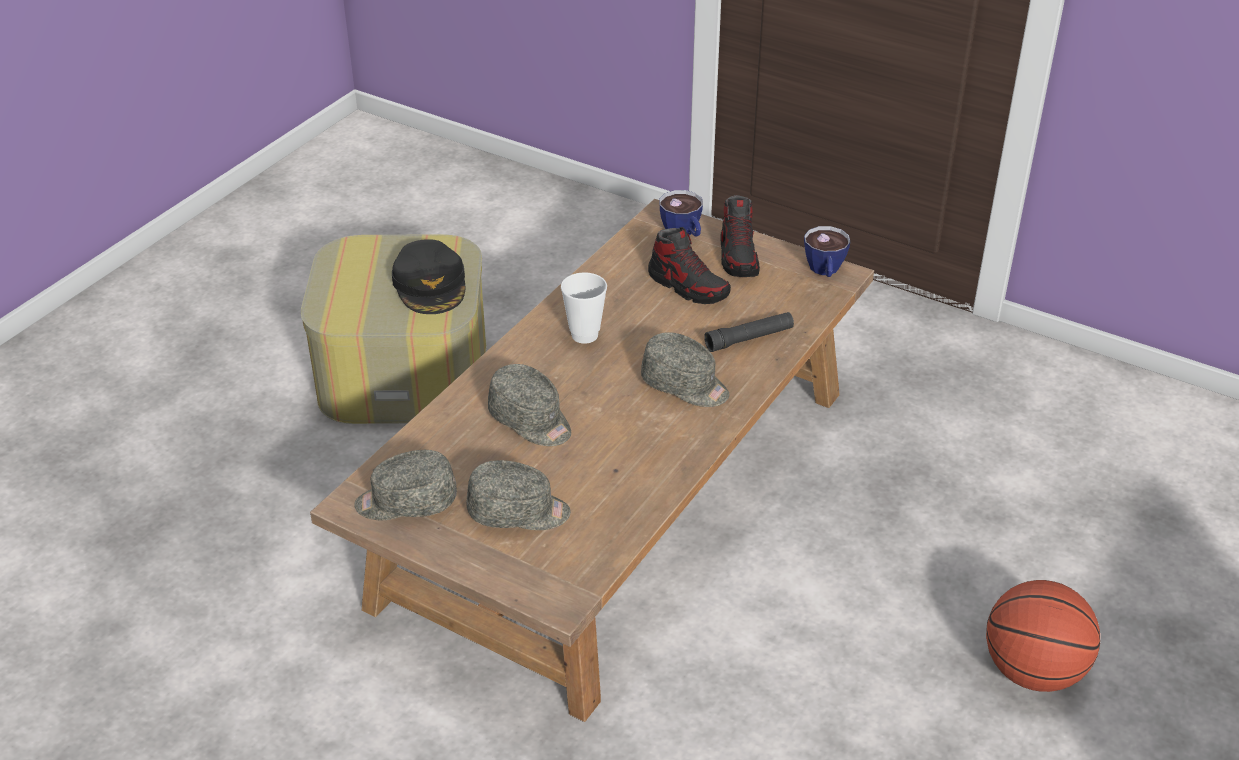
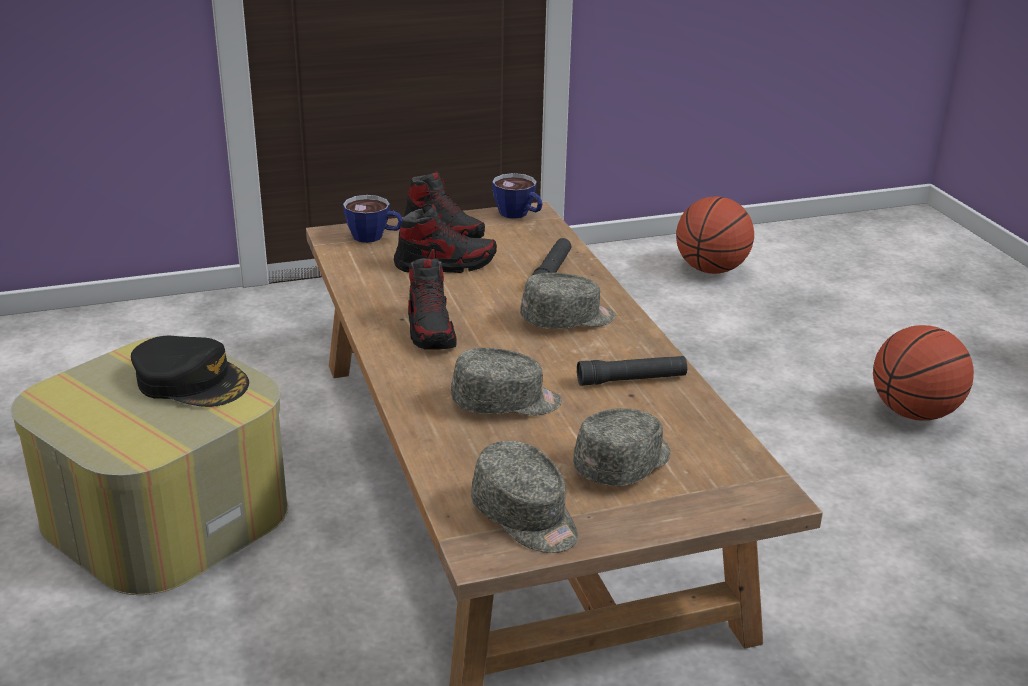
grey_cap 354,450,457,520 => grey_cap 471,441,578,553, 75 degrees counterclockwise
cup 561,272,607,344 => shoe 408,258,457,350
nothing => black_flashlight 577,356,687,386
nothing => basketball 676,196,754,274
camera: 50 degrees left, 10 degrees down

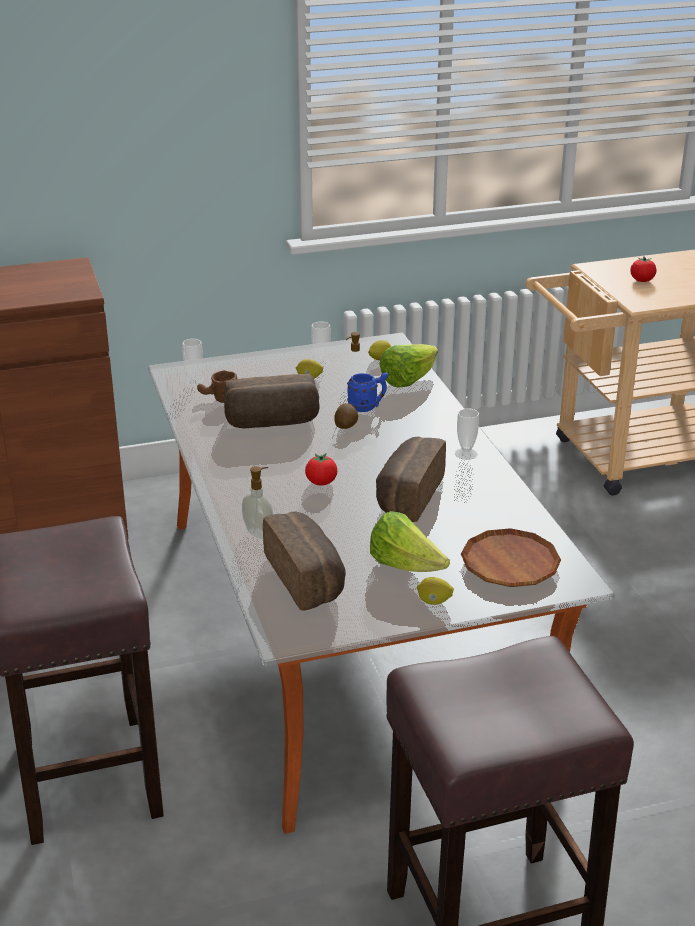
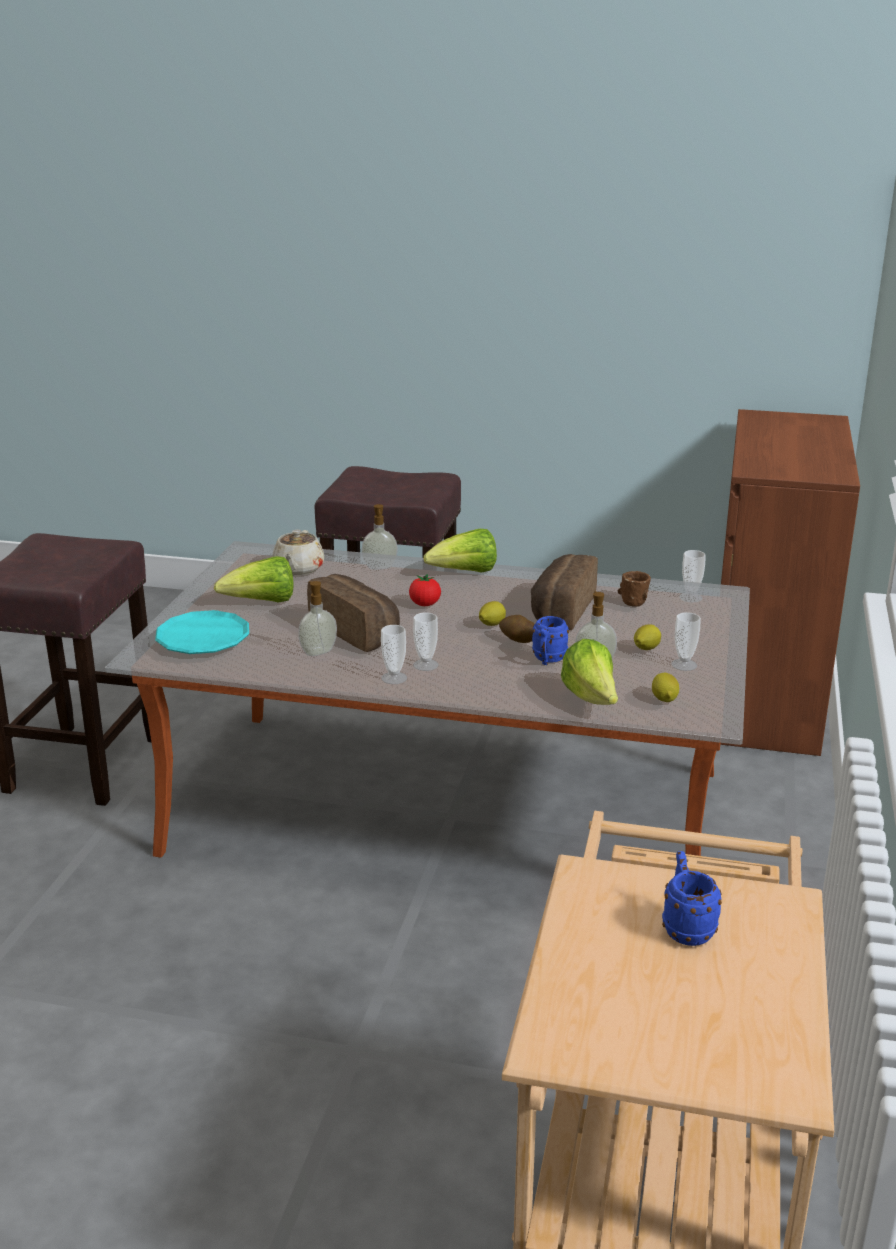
bread 263,511,346,611 => beige_teapot 272,530,324,576
lemon 417,577,454,605 => lemon 479,601,506,626, shifted
brown_plate 461,528,561,587 => turquoise_plate 155,610,249,654
tomato 630,256,657,282 => blue_mug 662,851,722,946
nothing => soap_dispenser 298,581,337,656
nothing => lettuce 424,529,497,573
camera: 120 degrees right, 5 degrees down

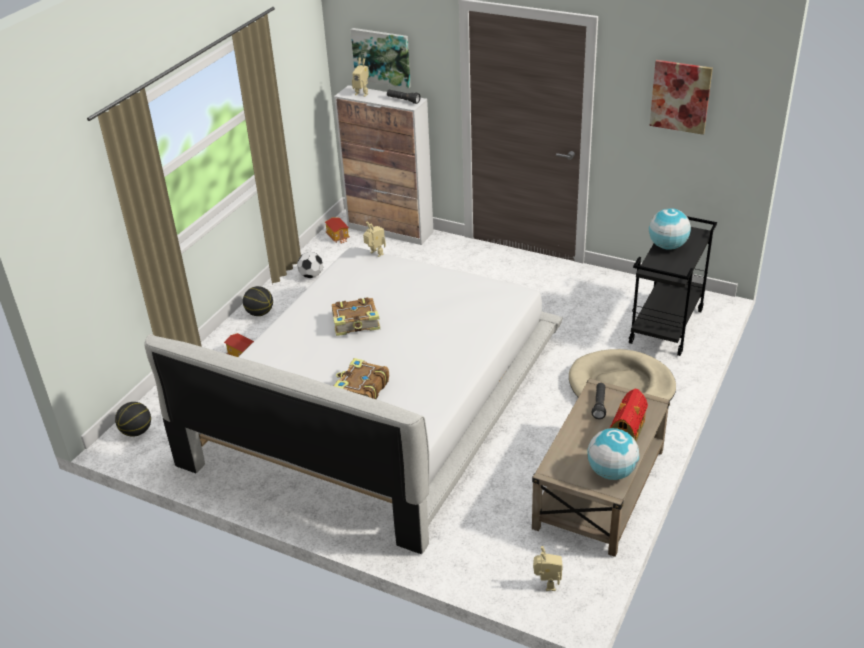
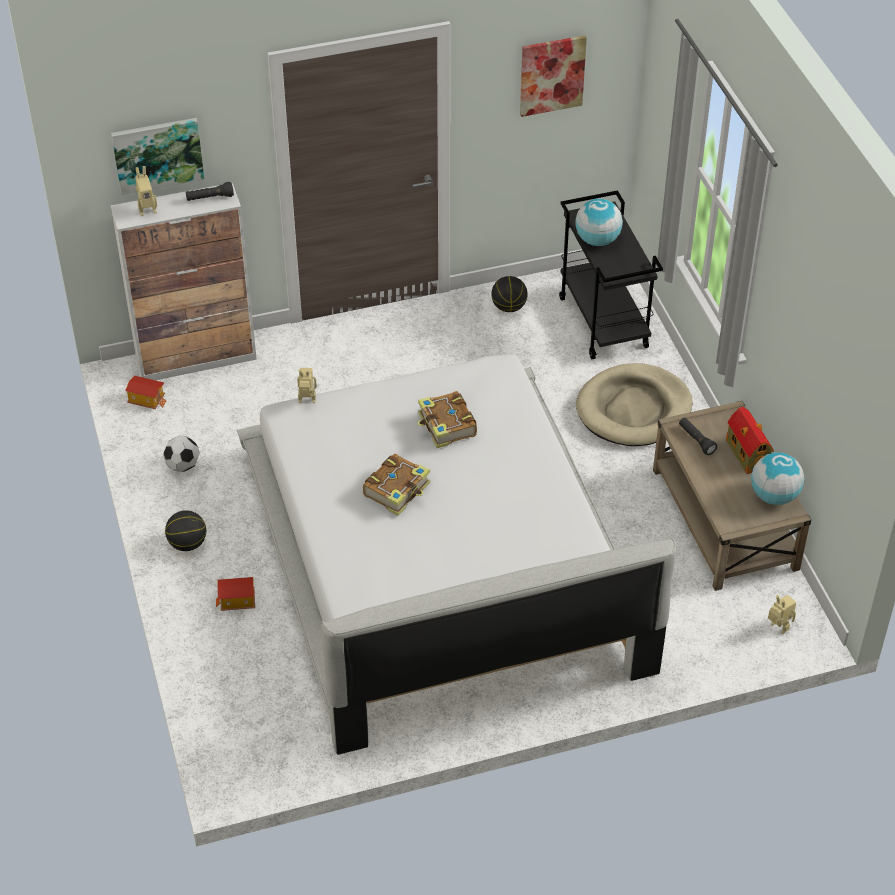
basketball 115,402,151,437 => basketball 491,276,528,312, shifted
book 334,358,389,399 => book 418,391,477,448, shifted
camera: 45 degrees left, 10 degrees up

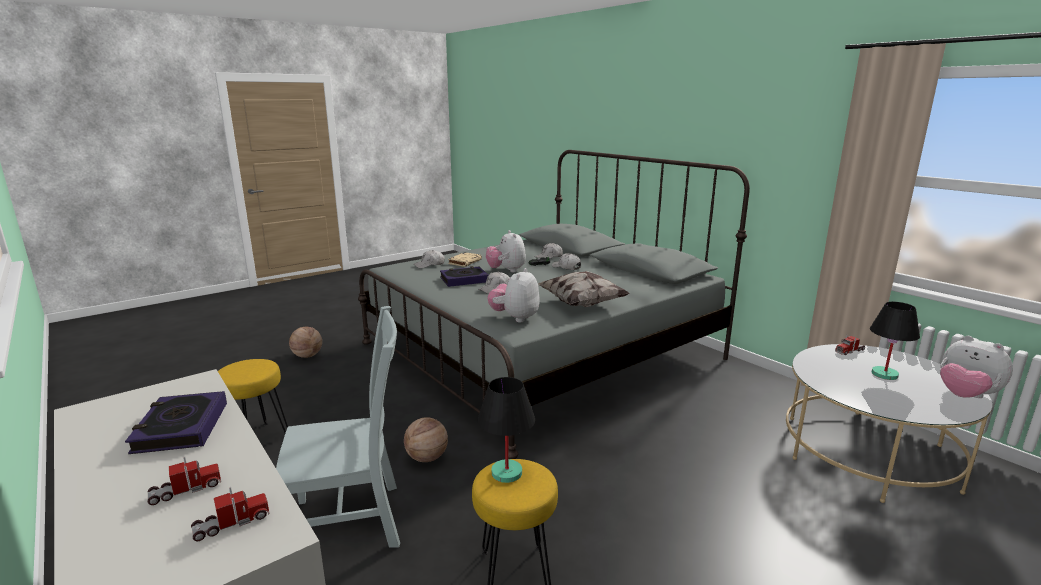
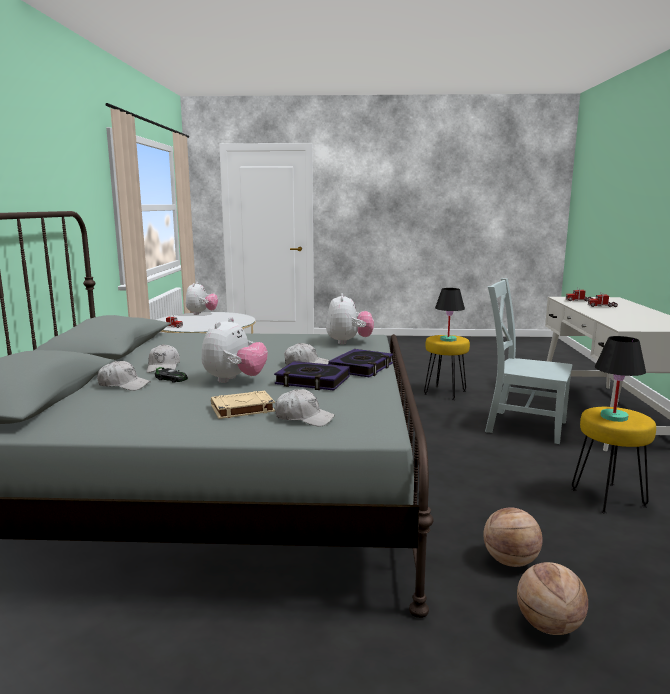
book 125,391,227,454 => book 328,349,393,377, shifted
basketball 404,417,448,462 => basketball 483,507,543,567, shifted
plush_toy 487,268,540,322 => plush_toy 326,293,374,345, 60 degrees counterclockwise
pillow 538,271,630,307 => nothing
black_table_lamp 870,302,920,380 => black_table_lamp 595,336,646,422, shifted
camera: 140 degrees left, 5 degrees down

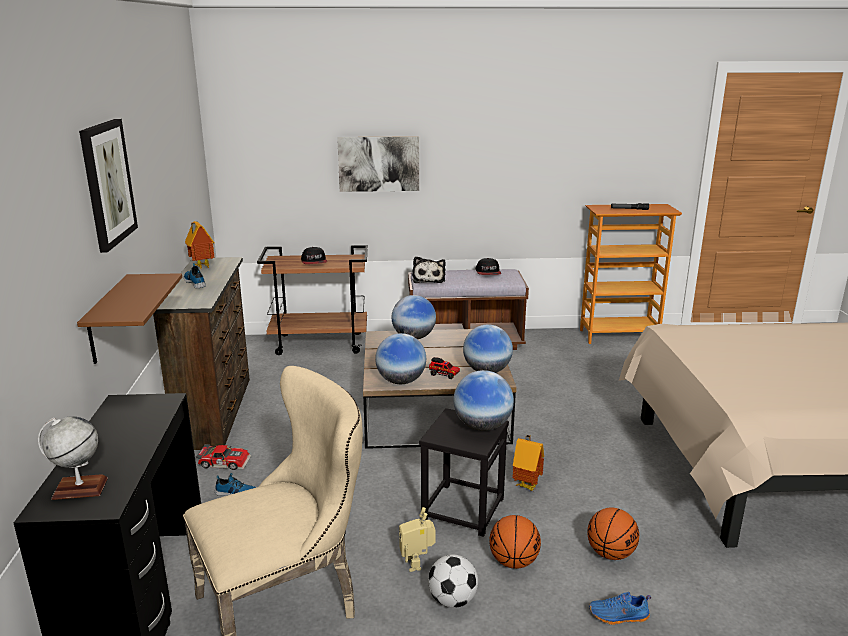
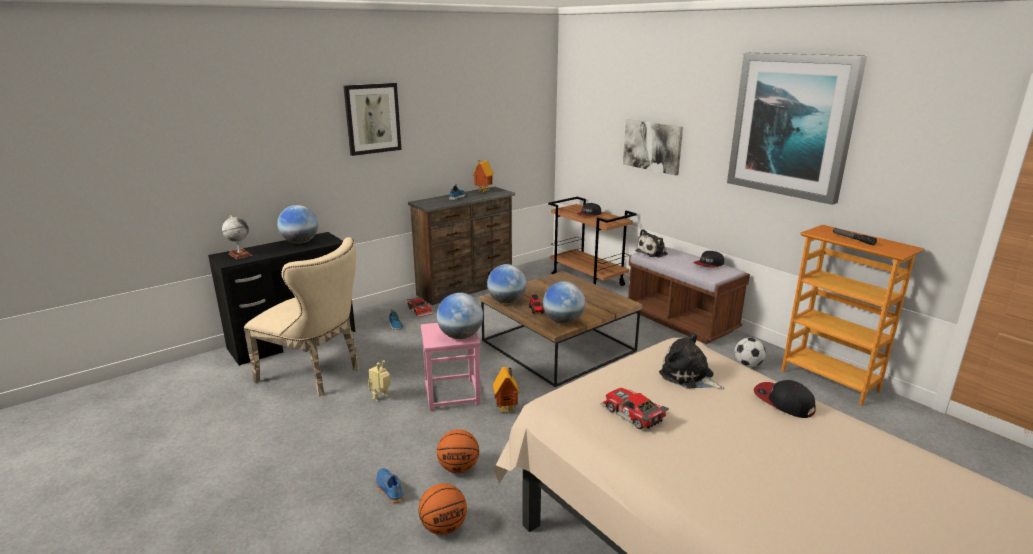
brown_shelf 77,273,182,364 => nothing
globe 392,295,436,339 => globe 277,205,318,244, shifted
black_stool 419,408,509,537 => pink_stool 421,323,481,411
football 428,554,478,608 => football 734,338,766,367, shifted
basketball 489,515,541,569 => basketball 419,483,467,535, shifted
nothing => toy_car 600,388,669,429
nothing => plush_toy 659,332,724,389
nothing => picture 727,53,867,205
nothing => cap 753,380,816,418
camera: 55 degrees right, 0 degrees up

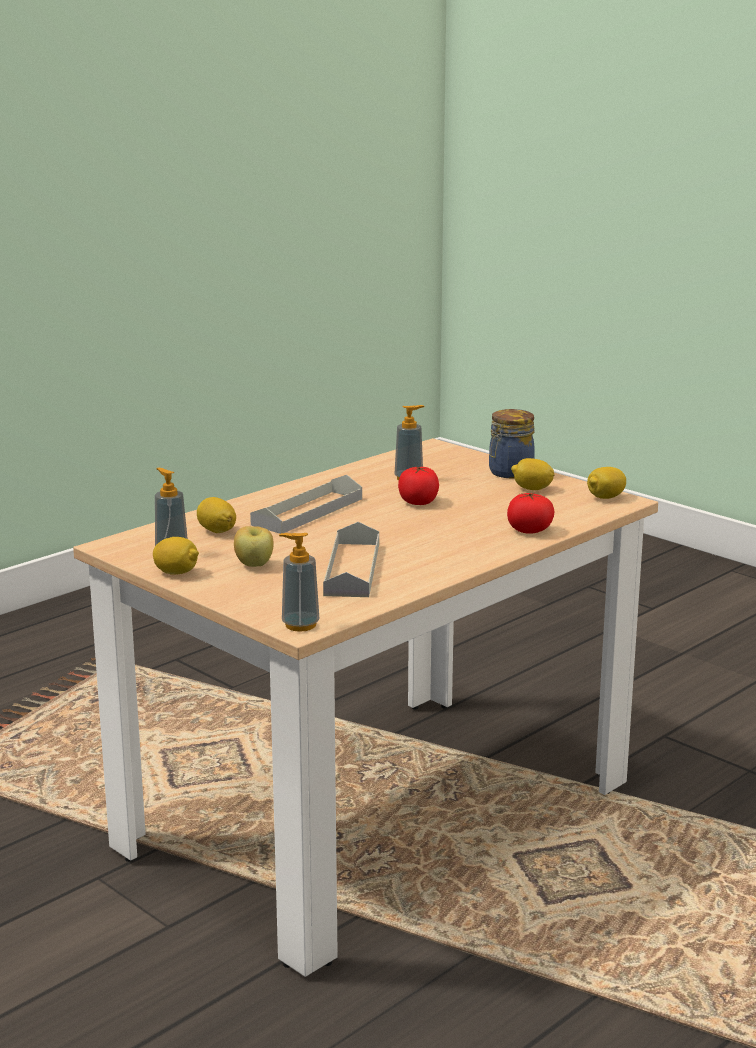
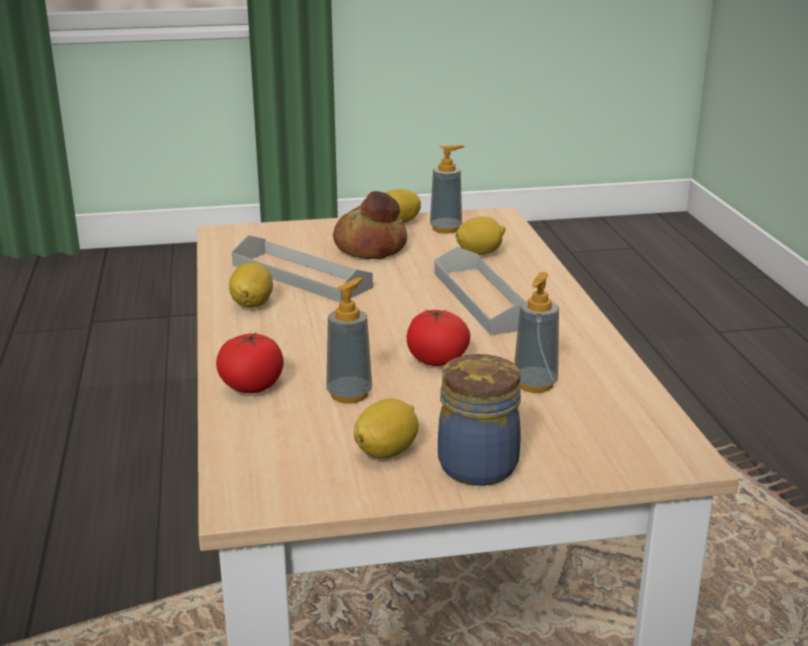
apple 234,526,274,567 => bread 333,191,407,259
soap_dispenser 279,533,320,632 => soap_dispenser 326,278,372,404, shifted
lemon 587,467,626,499 => lemon 229,263,273,308, shifted
camera: 125 degrees right, 5 degrees up

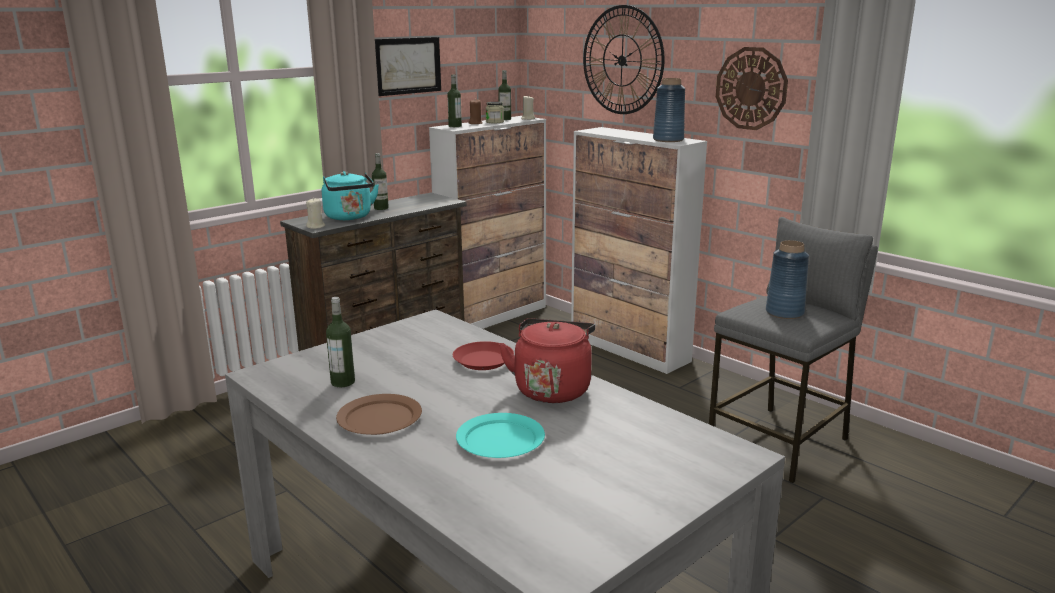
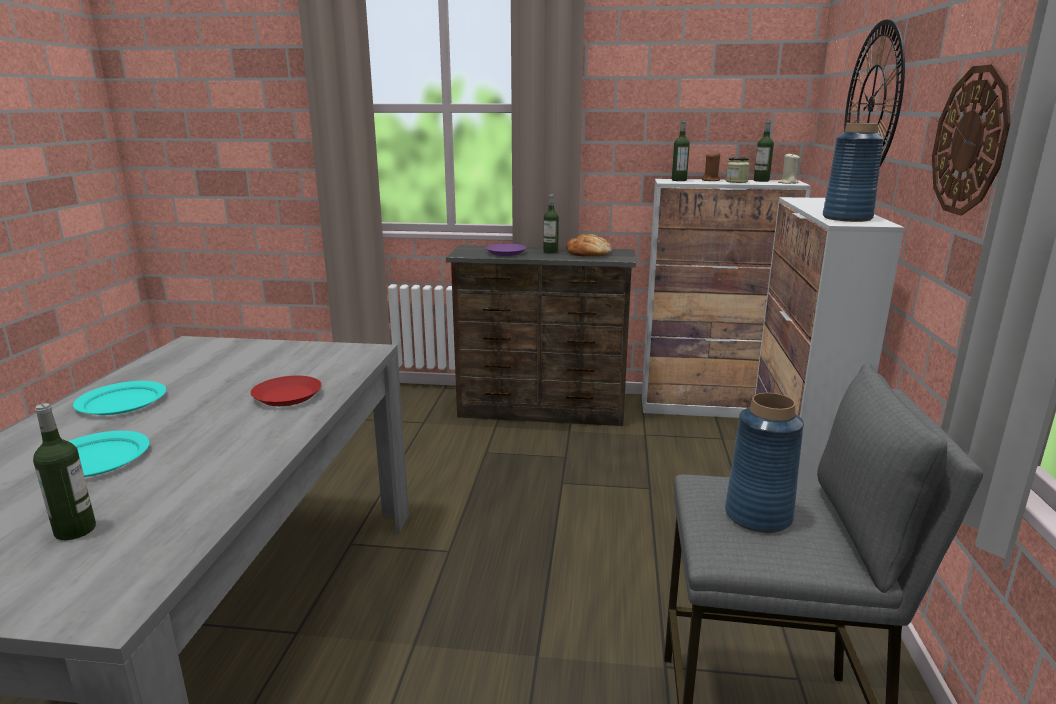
beige_candle 306,198,325,229 => nothing
turquoise_kettle 322,171,379,220 => purple_plate 486,244,527,256
bottle 326,297,355,387 => bottle 33,403,96,540, shifted
brown_plate 336,394,422,435 => turquoise_plate 73,381,166,415
picture 375,37,441,96 => nothing
red_kettle 499,318,595,403 => nothing
nothing => bread 566,234,612,256
camera: 50 degrees right, 0 degrees up

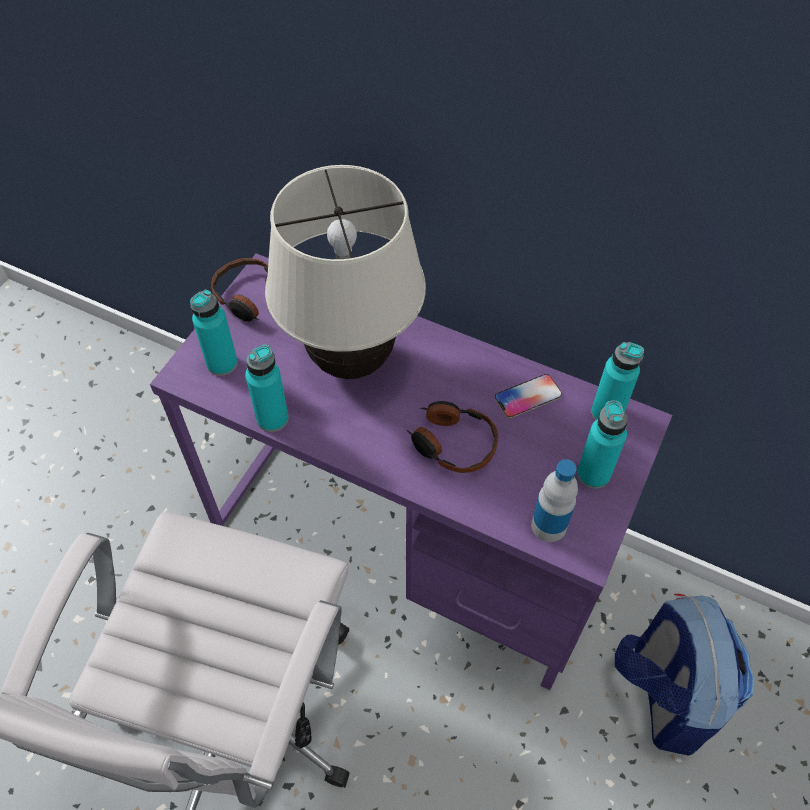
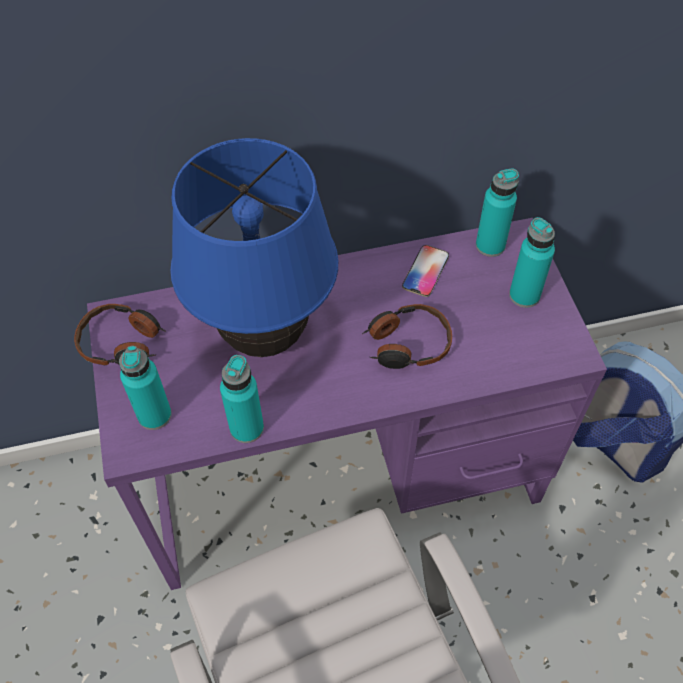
beige_table_lamp 265,165,426,379 => blue_table_lamp 170,138,338,357
bottle 531,459,578,542 => nothing
camera: 40 degrees left, 0 degrees up

